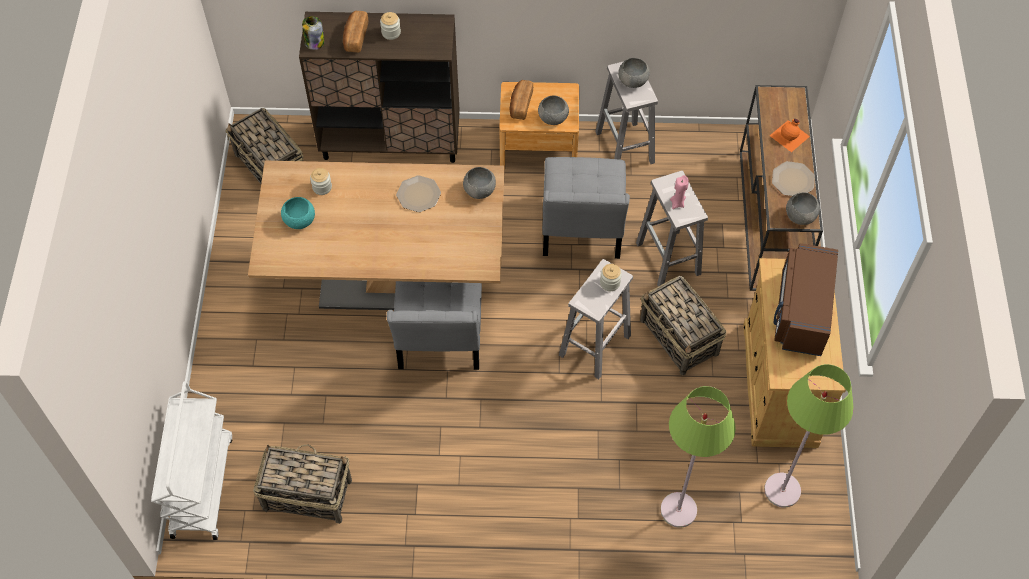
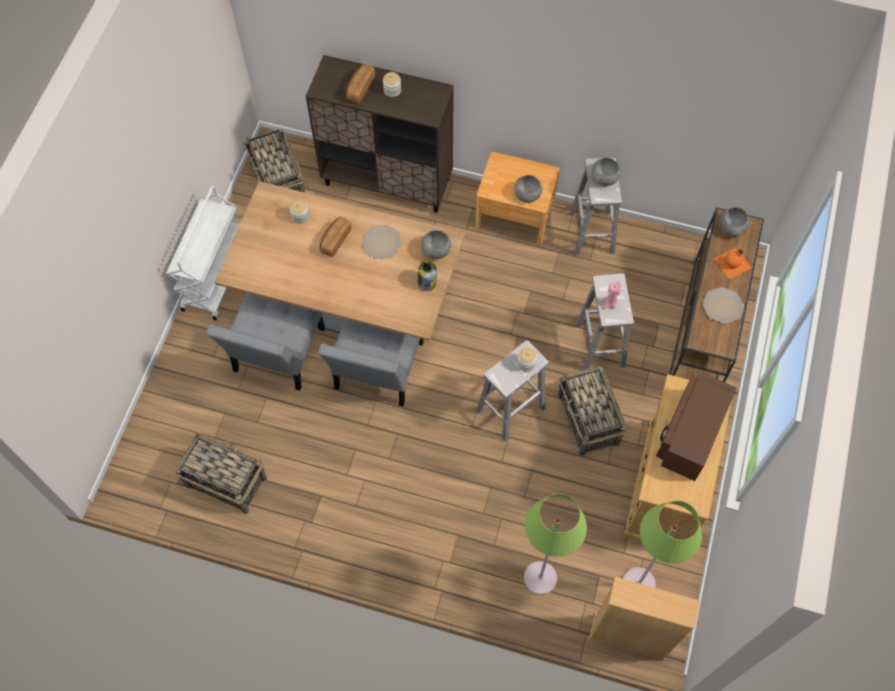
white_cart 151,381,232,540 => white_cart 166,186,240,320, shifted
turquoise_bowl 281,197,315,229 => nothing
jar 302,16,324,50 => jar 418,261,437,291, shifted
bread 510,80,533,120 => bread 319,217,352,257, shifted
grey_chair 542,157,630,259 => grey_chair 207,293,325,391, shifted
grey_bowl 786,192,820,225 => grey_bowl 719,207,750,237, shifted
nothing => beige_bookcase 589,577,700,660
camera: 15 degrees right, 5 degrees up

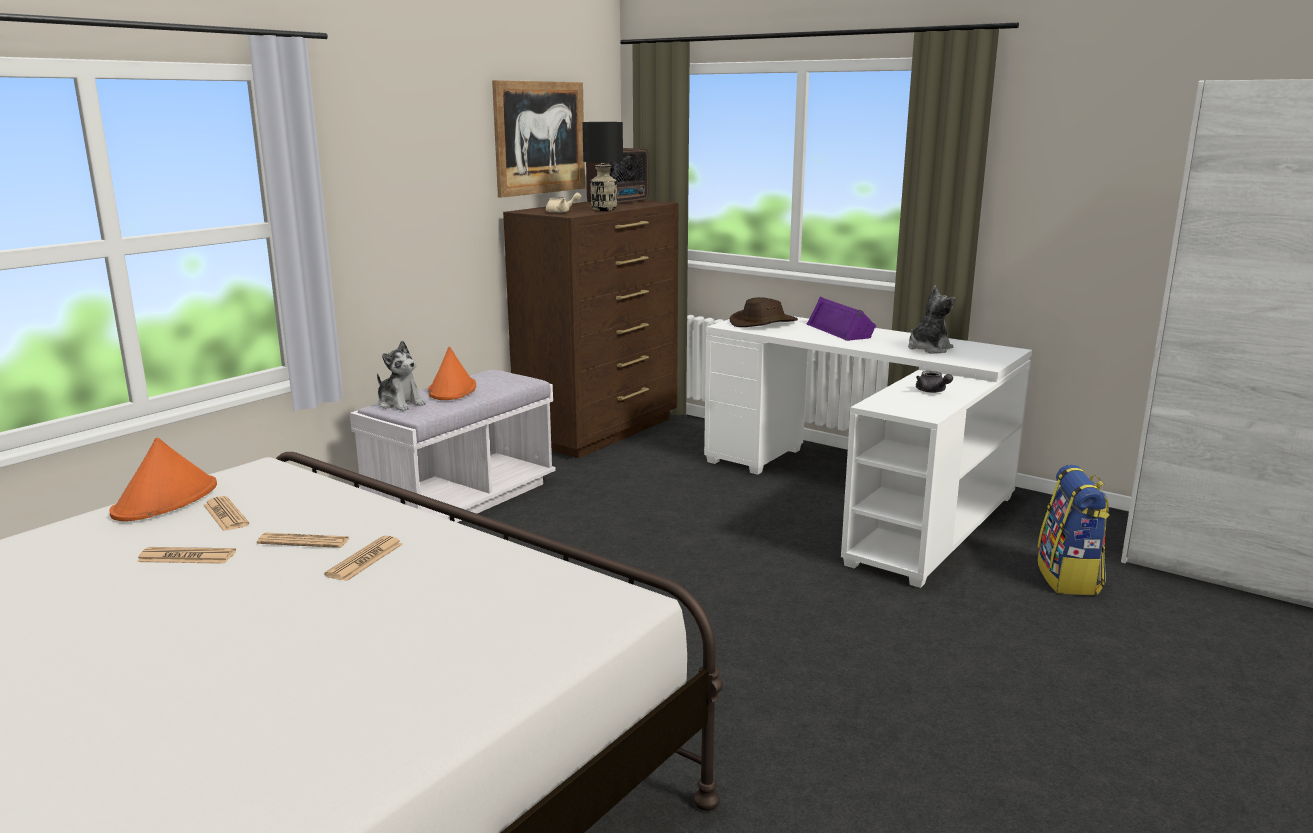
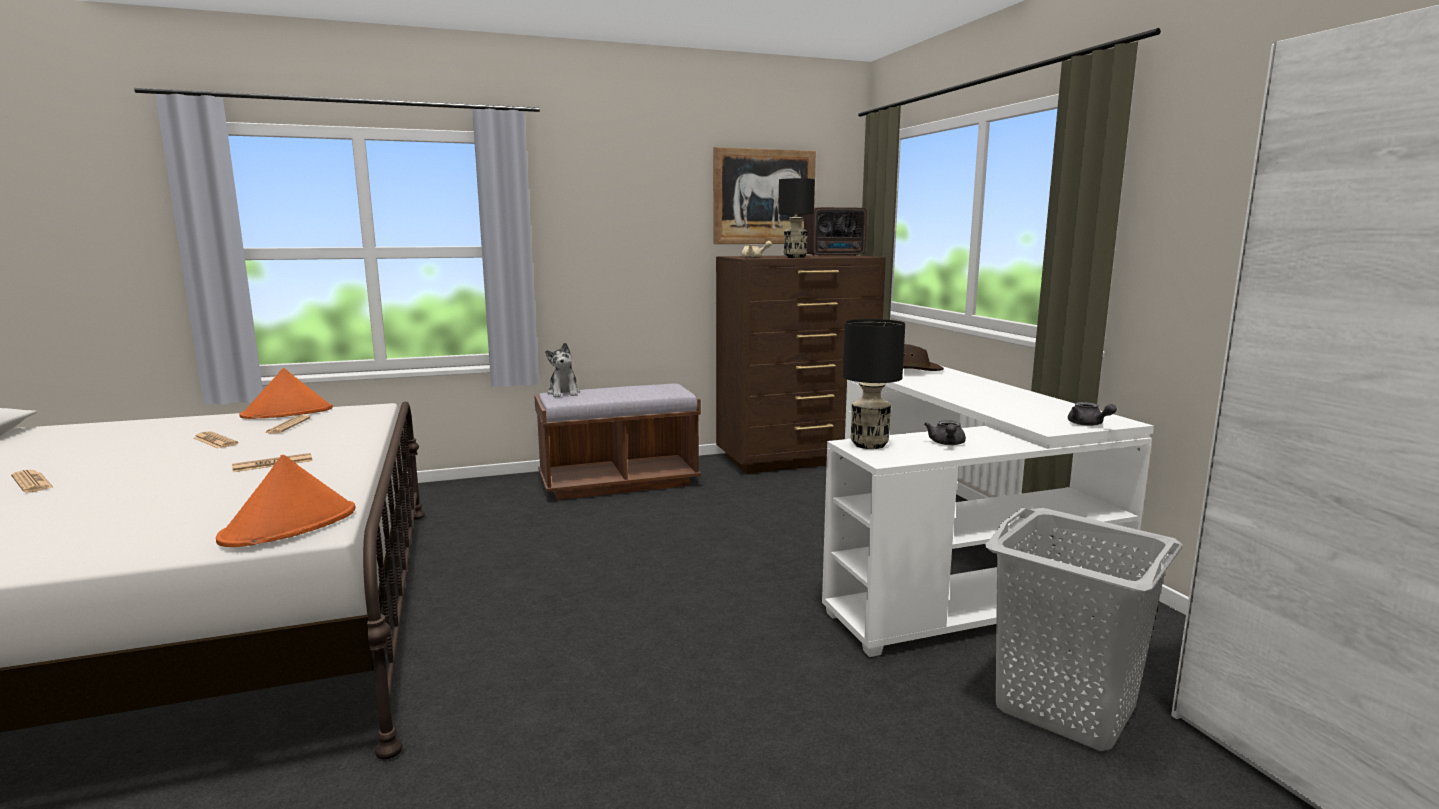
newspaper 257,533,349,548 => newspaper 11,470,54,493, shifted
white_bench 350,370,556,522 => brown_bench 534,383,701,500
orange_hat 428,347,476,400 => orange_hat 216,454,355,547, shifted
purple_speaker 806,296,876,341 => nothing
plush_toy 908,286,955,354 => nothing
backpack 1038,465,1109,595 => grey_laundry_basket 985,508,1183,751
nothing => black_table_lamp 843,319,905,449
nothing => grey_teapot 1068,402,1117,426
camera: 35 degrees right, 5 degrees down

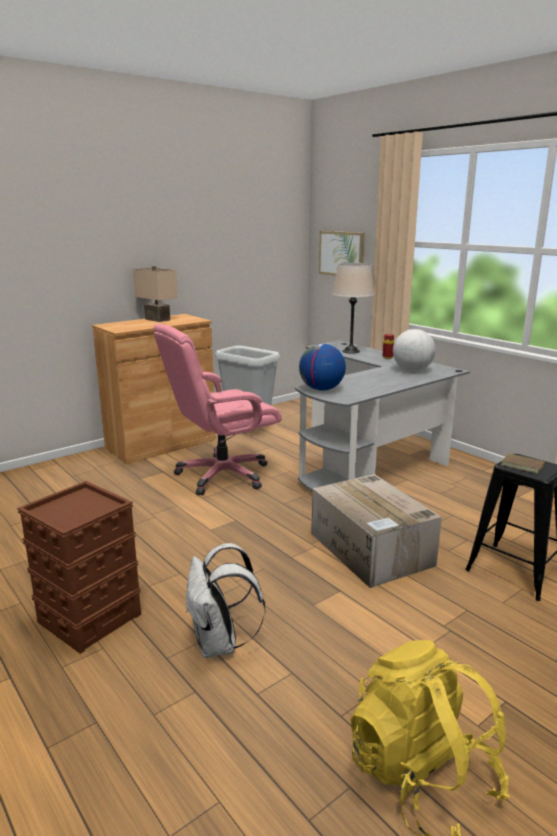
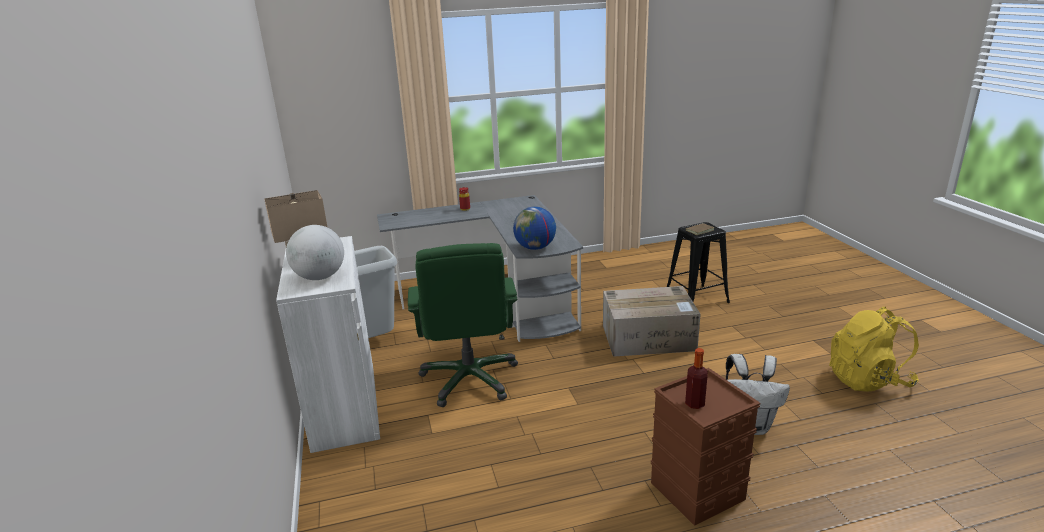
brown_cabinet 92,314,216,464 => white_cabinet 276,236,380,453
pink_office_chair 153,324,282,495 => green_office_chair 408,243,518,407
picture 319,231,365,276 => nothing
beige_table_lamp 333,263,374,354 => nothing
globe 393,329,436,371 => globe 286,225,344,280, shifted
nothing => bottle 685,348,708,409
camera: 65 degrees left, 5 degrees up

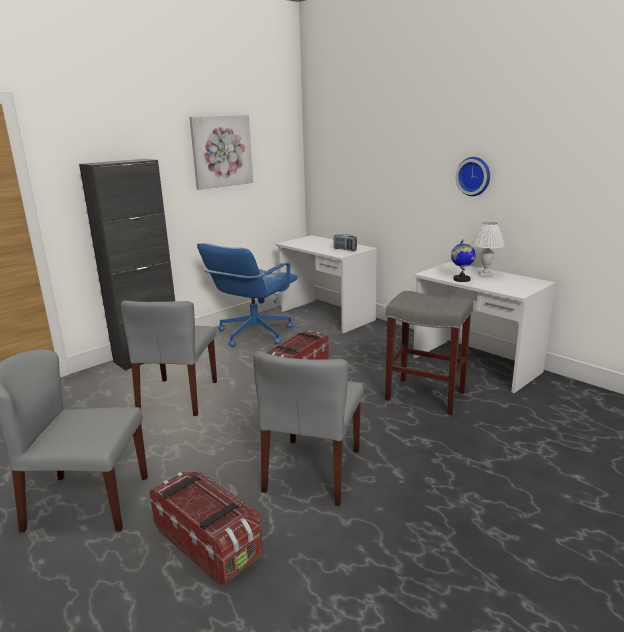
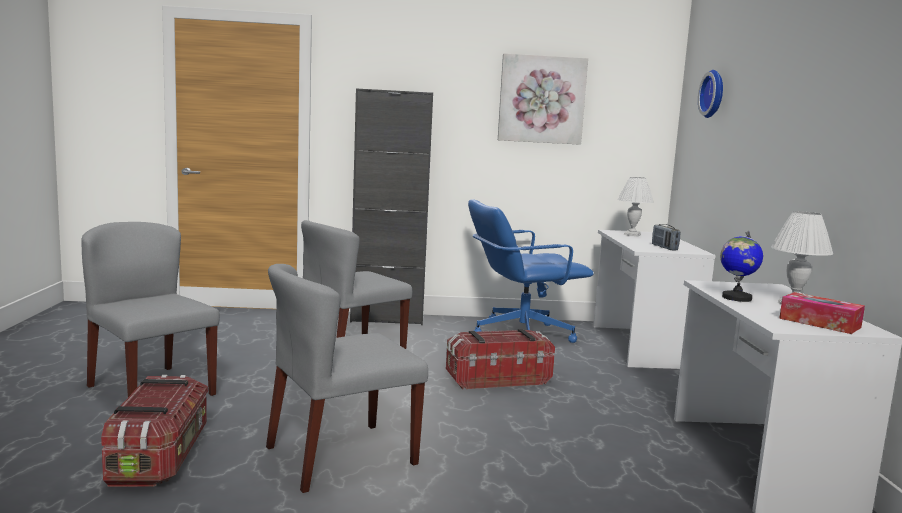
grey_stool 385,291,473,415 => nothing
wall_clock 456,157,490,196 => wall_clock 698,70,723,118, shifted
nothing => white_table_lamp 618,177,654,236
nothing => tissue_box 779,292,865,334
camera: 40 degrees right, 10 degrees down

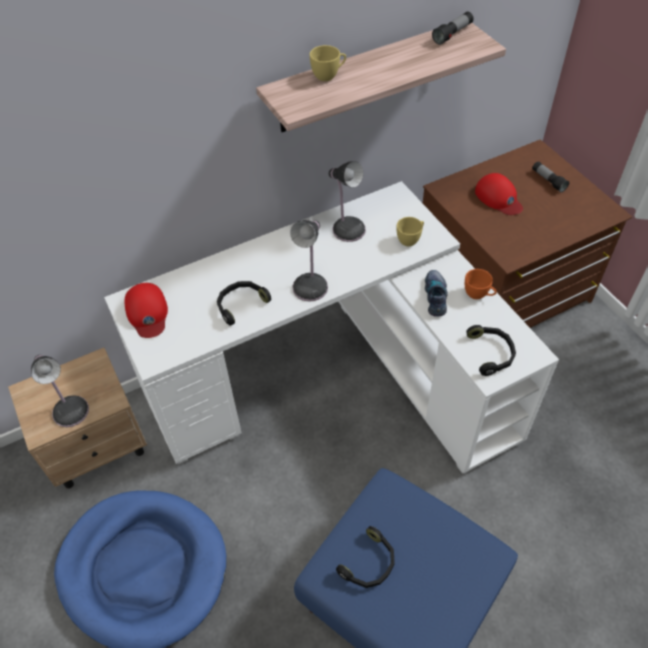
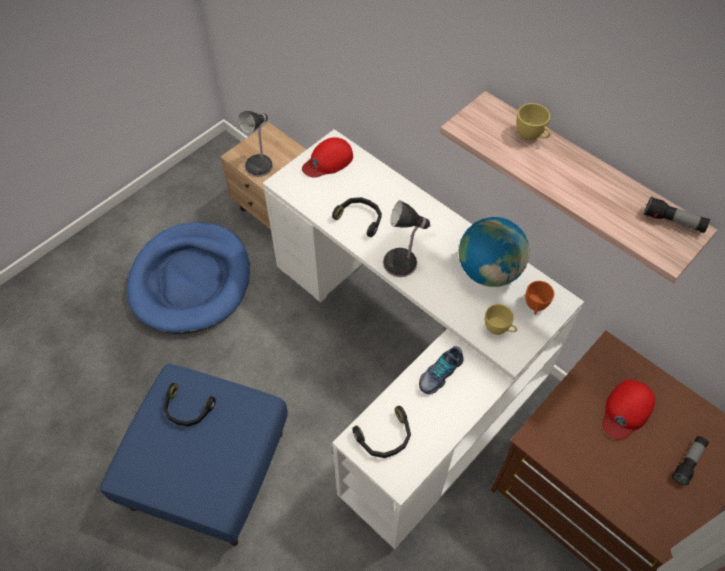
table_lamp 329,161,366,242 => globe 459,217,530,287
shoe 425,270,448,316 => shoe 419,346,464,394, 150 degrees clockwise
orange_cup 465,269,497,299 => orange_cup 526,281,554,315, shifted
camera: 70 degrees right, 5 degrees up

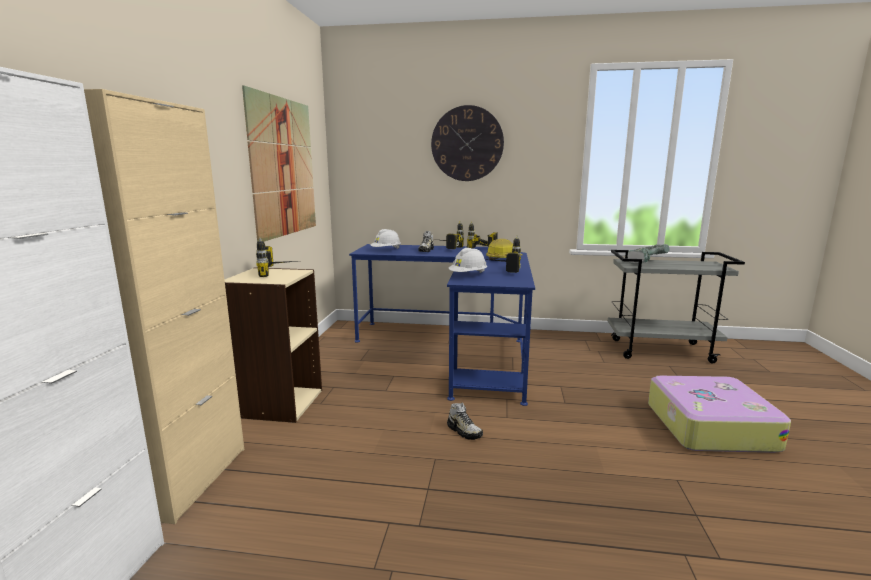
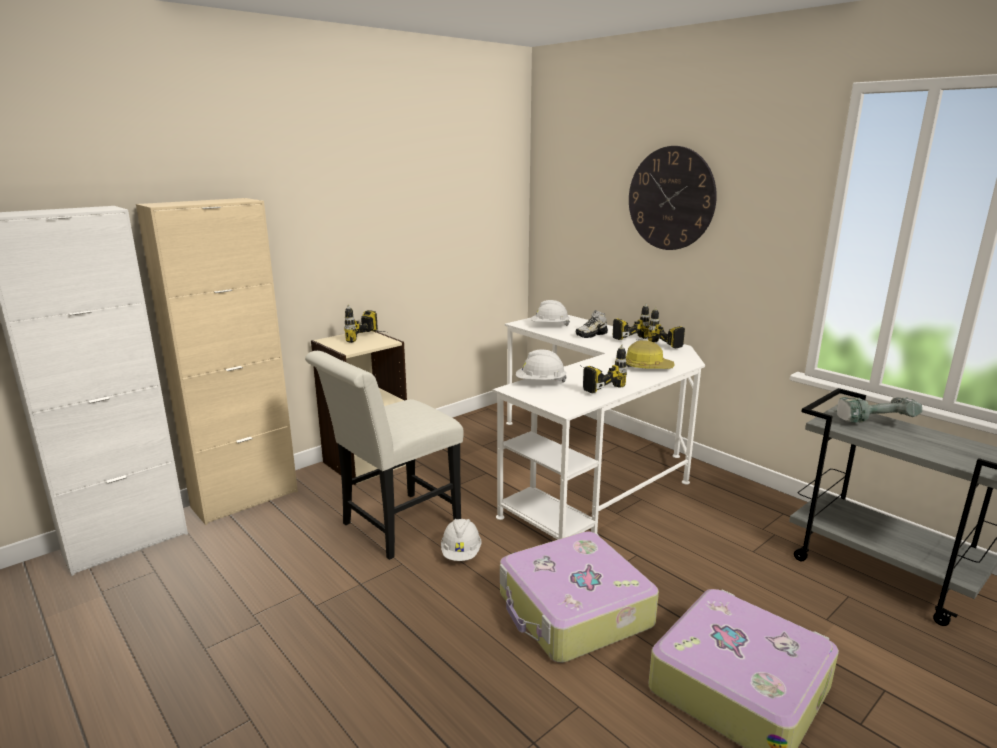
picture 242,85,316,242 => nothing
blue_desk 349,244,535,406 => white_desk 493,315,705,540
shoe 447,402,483,440 => white_hard_hat 441,519,482,561
nothing => white_chair 305,351,464,560
nothing => suitcase 500,531,659,663
camera: 40 degrees right, 5 degrees up

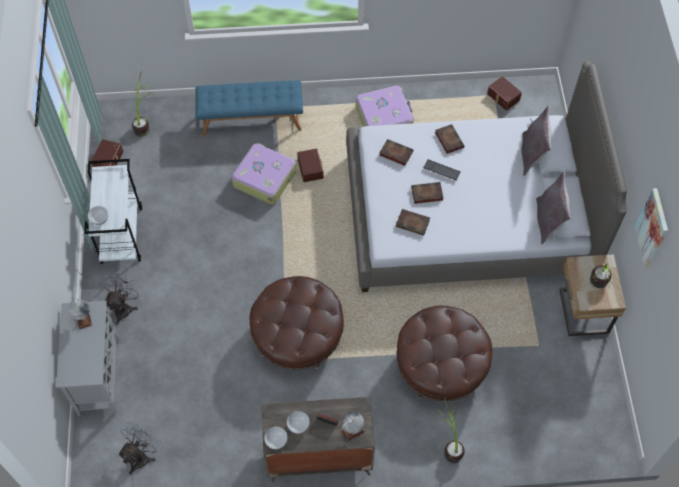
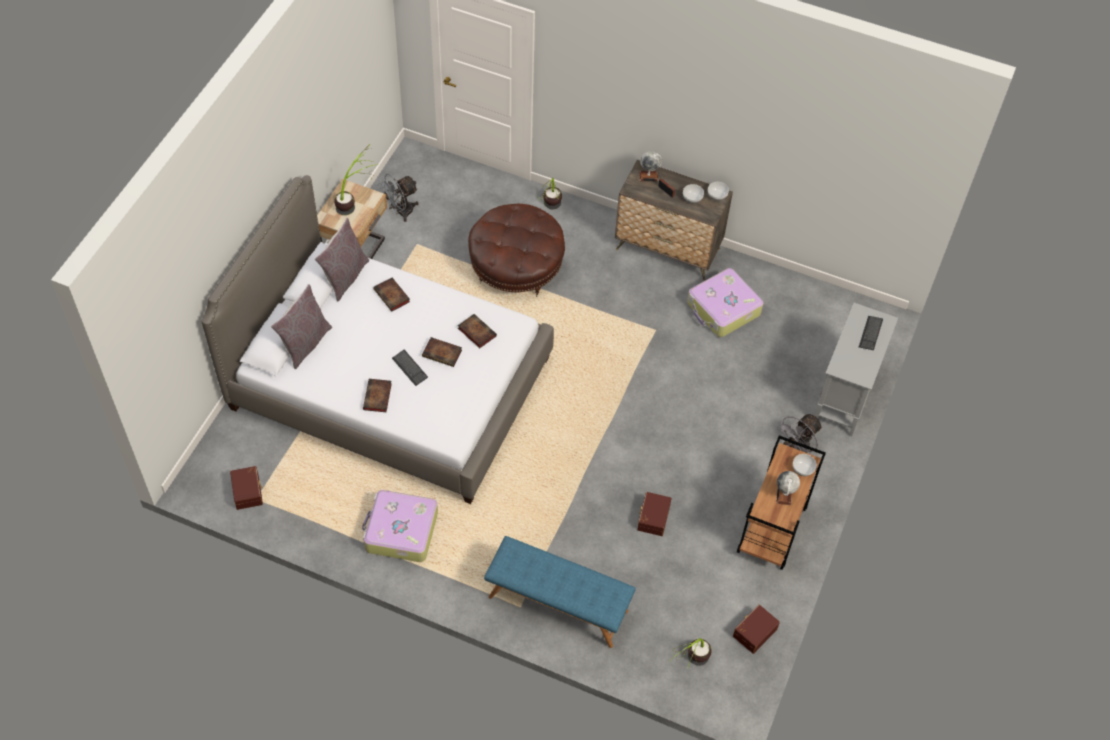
globe 68,298,92,329 => globe 776,471,800,505, shifted
white_cart 84,159,142,264 => brown_cart 737,435,826,570
grey_fan 118,422,161,475 => grey_fan 378,174,418,222, shifted
suitcase 232,143,296,205 => suitcase 687,268,763,337, shifted
brown_ottoman 250,276,344,370 => nothing
brown_storage_box 297,148,324,182 => brown_storage_box 637,492,672,536, shifted
book 379,139,413,166 => book 374,277,410,312, shifted
picture 634,188,668,267 => nothing
nothing => keyboard 859,316,883,350
camera: 155 degrees left, 5 degrees down

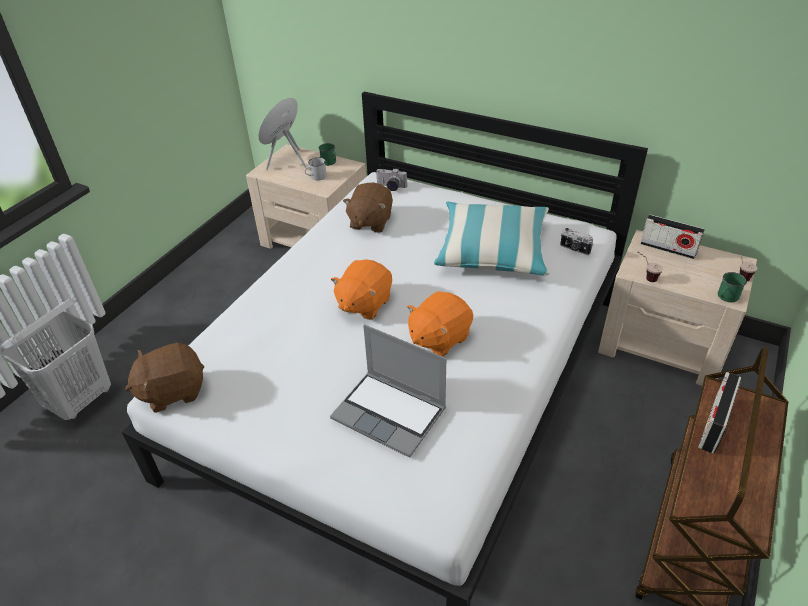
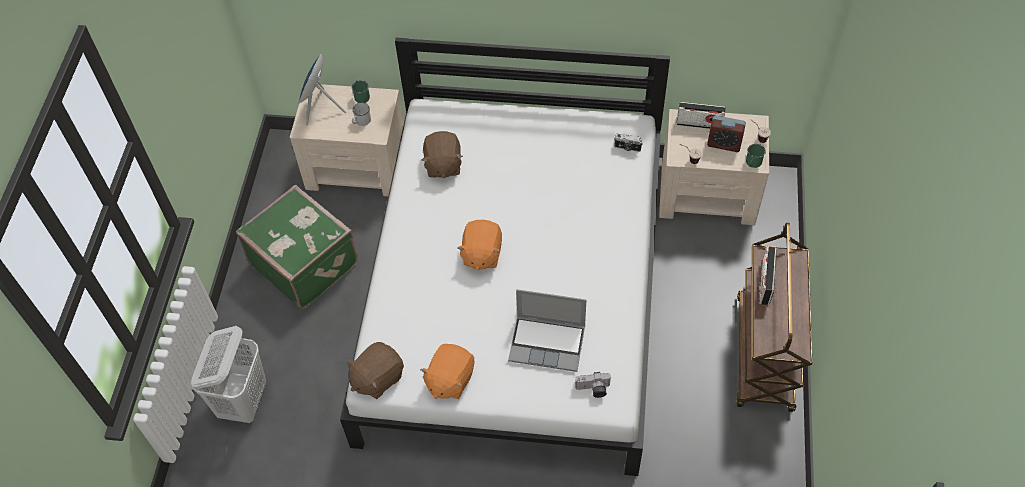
photo_camera 376,168,407,191 => photo_camera 575,372,612,398, shifted
orange_plush_toy 407,291,473,357 => orange_plush_toy 420,344,475,399, shifted
pillow 434,202,550,276 => nothing
nothing => green_suitcase 236,185,358,309
nothing => alarm_clock 707,115,746,152
camera: 20 degrees left, 15 degrees up

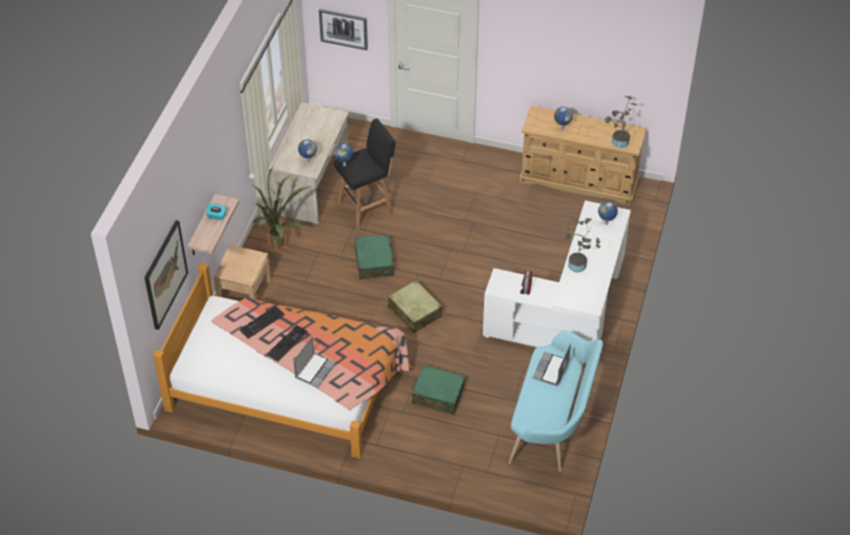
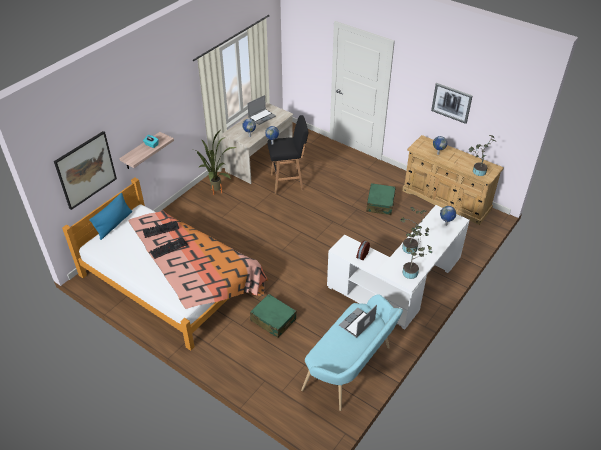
beige_nightstand 213,245,271,300 => nothing
laptop 293,336,336,388 => laptop 247,95,276,125, shifted
picture 319,9,368,50 => picture 431,83,473,124, shifted
green_suitcase 354,234,394,279 => green_suitcase 366,183,396,215, shifted
beige_suitcase 388,280,442,333 => nothing
nothing => blue_pillow 89,192,132,240
nothing => potted_plant 403,230,433,279
camera: 20 degrees right, 5 degrees down

